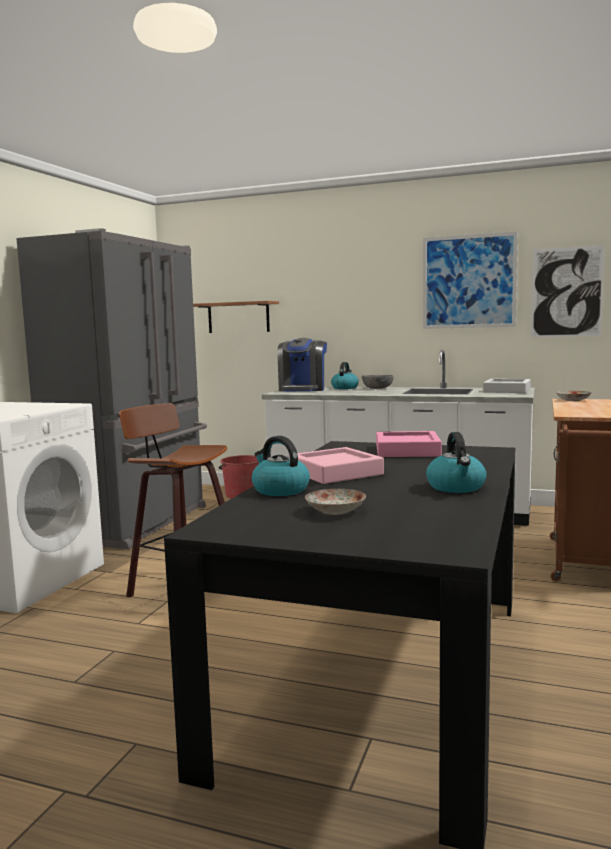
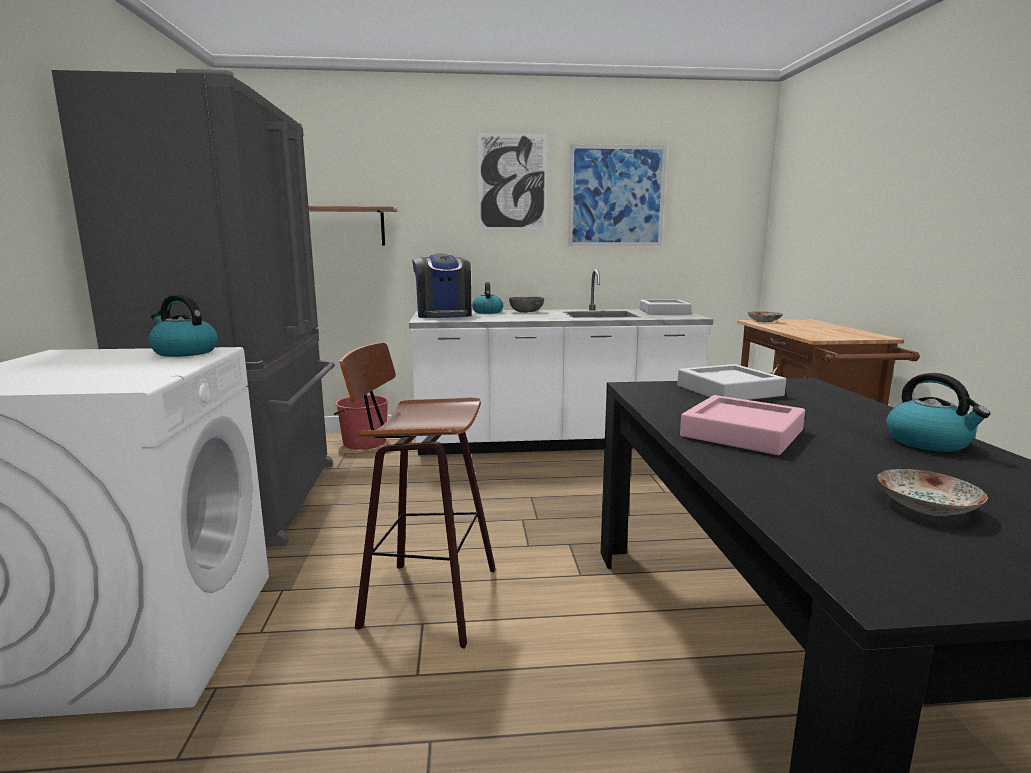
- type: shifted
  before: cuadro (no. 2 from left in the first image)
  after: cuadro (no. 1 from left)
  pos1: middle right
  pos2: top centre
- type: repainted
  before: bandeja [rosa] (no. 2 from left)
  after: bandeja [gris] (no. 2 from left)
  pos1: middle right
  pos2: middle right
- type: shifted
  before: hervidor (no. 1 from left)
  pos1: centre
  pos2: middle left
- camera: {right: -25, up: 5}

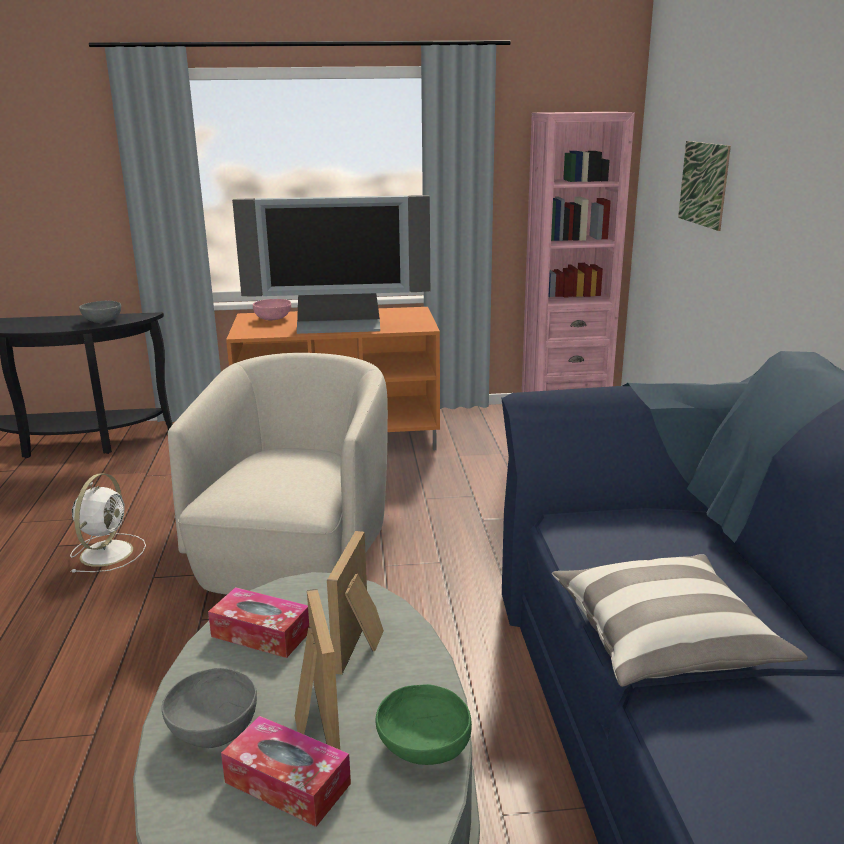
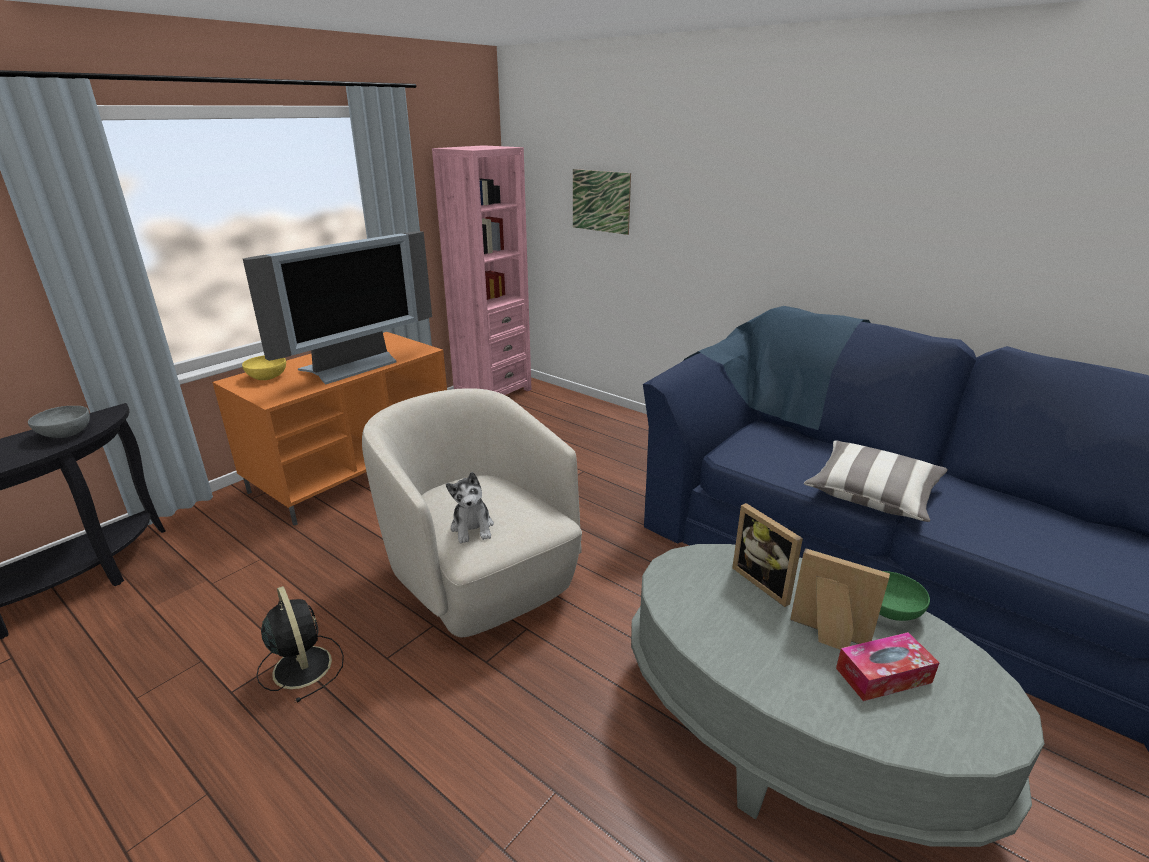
- type: repainted
  before: cuenco [rosa]
  after: cuenco [amarillo]
  pos1: middle left
  pos2: middle left
- type: repainted
  before: ventilador [blanco]
  after: ventilador [negro]
  pos1: middle left
  pos2: bottom left
- type: gone
  before: caja de pañuelos (no. 1 from left)
  pos1: bottom left
- type: gone
  before: cuenco [gris] (no. 2 from left)
  pos1: bottom left
- type: new
  after: peluche
  pos2: centre
- camera: {right: -45, up: 5}

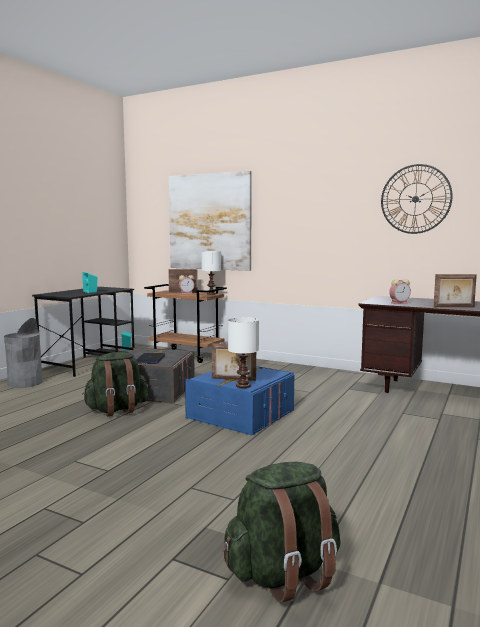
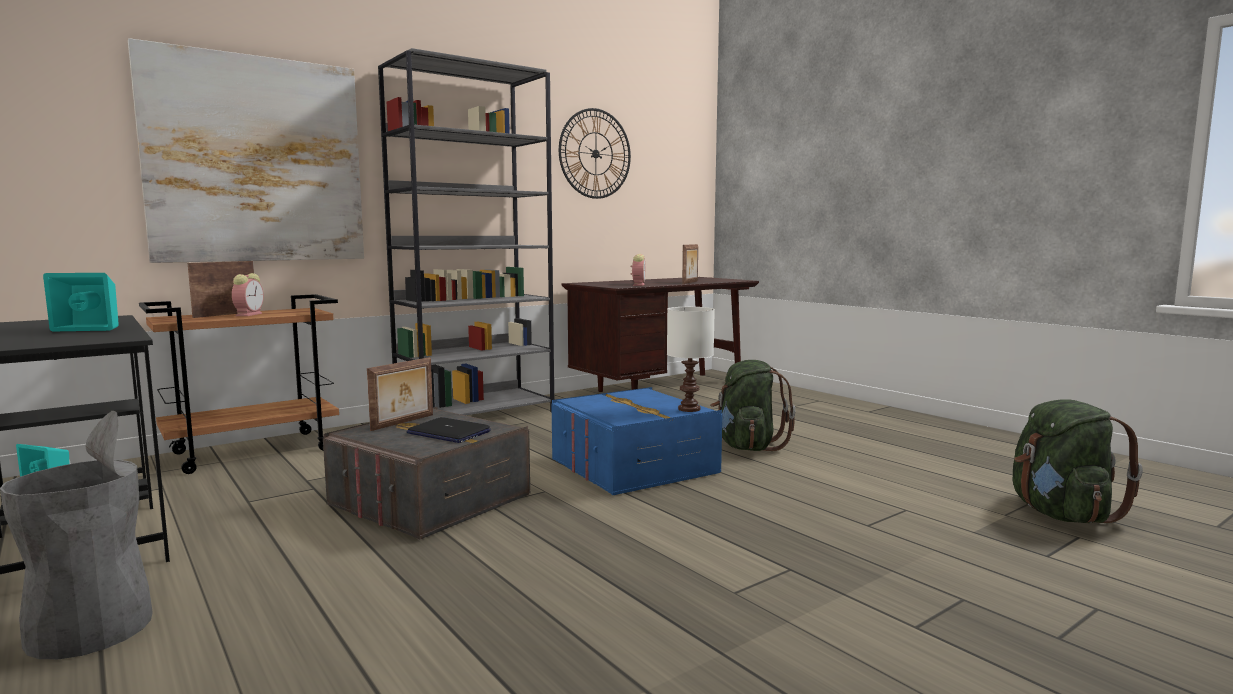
- type: gone
  before: lámpara de mesa [blanco] (no. 1 from left)
  pos1: centre
- type: shifted
  before: portarretratos (no. 2 from left)
  pos1: centre
  pos2: middle left
- type: shifted
  before: mochila [verde] (no. 1 from left)
  pos1: middle left
  pos2: centre
- type: new
  after: estantería [gris]
  pos2: top centre
- camera: {right: -65, up: 0}

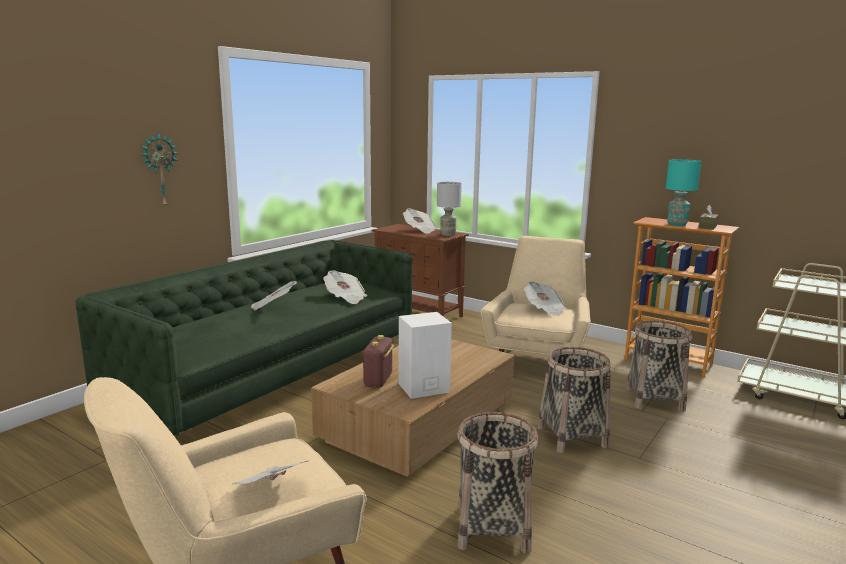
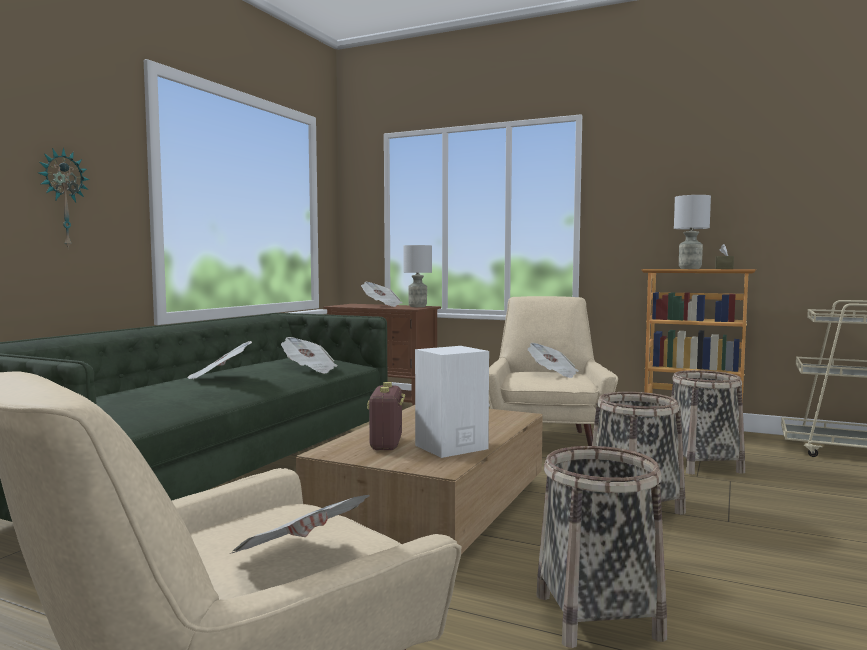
- type: repainted
  before: lámpara de mesa [turquesa]
  after: lámpara de mesa [gris] (no. 2 from left)
  pos1: middle right
  pos2: middle right
- camera: {right: -10, up: -10}

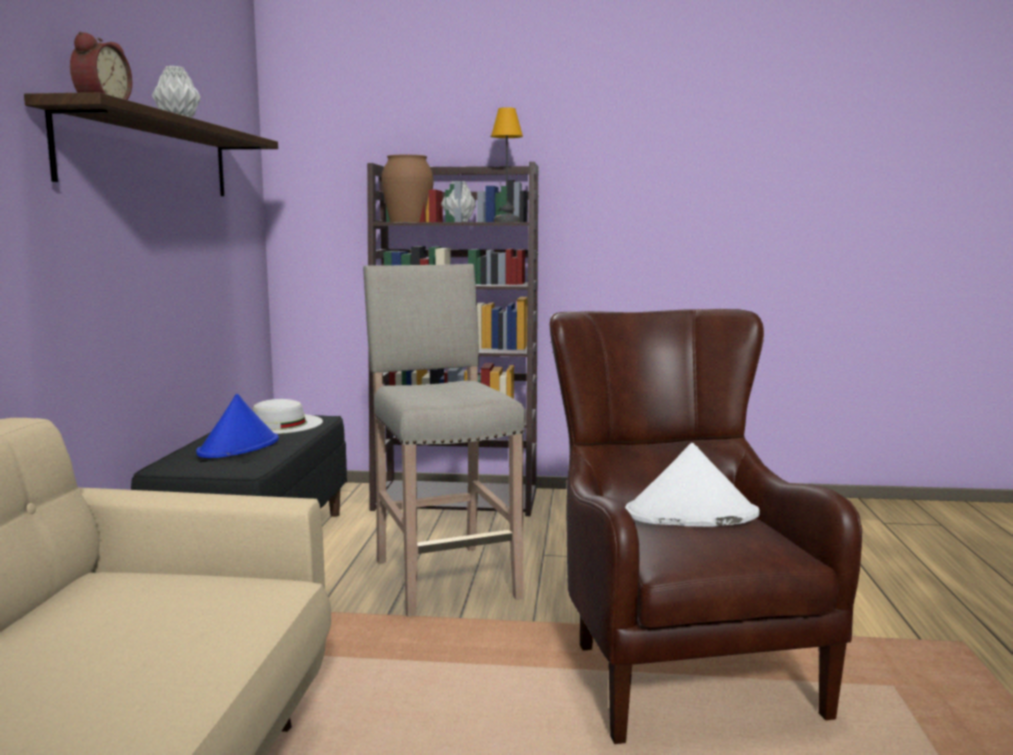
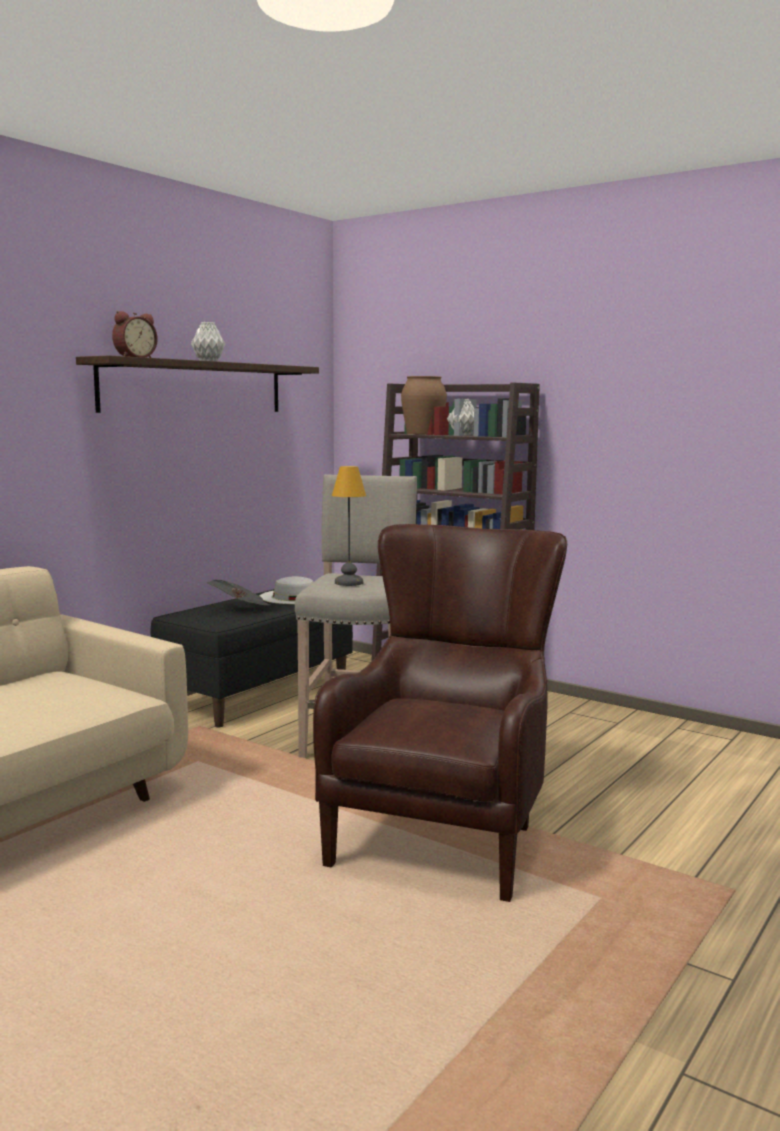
- type: shifted
  before: lámpara de mesa
  pos1: top centre
  pos2: centre
- type: swapped
  before: sombrero [azul]
  after: periódico
  pos1: middle left
  pos2: middle left
- type: gone
  before: sombrero [blanco] (no. 2 from left)
  pos1: middle right
- camera: {right: 30, up: 0}

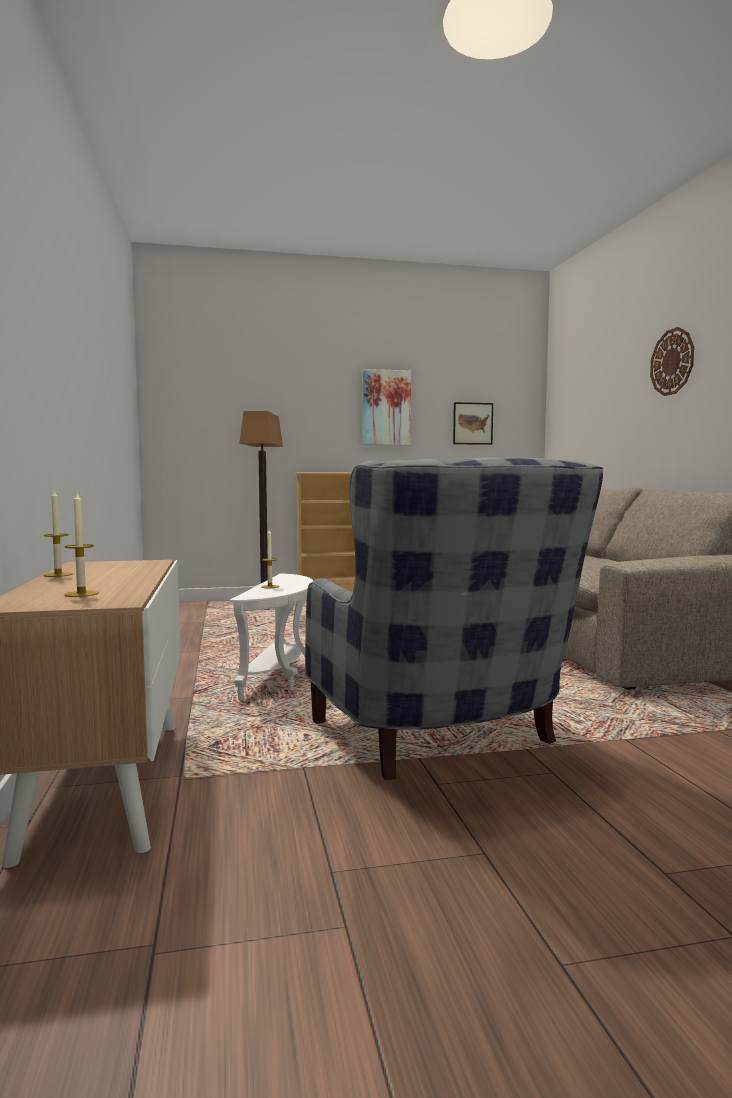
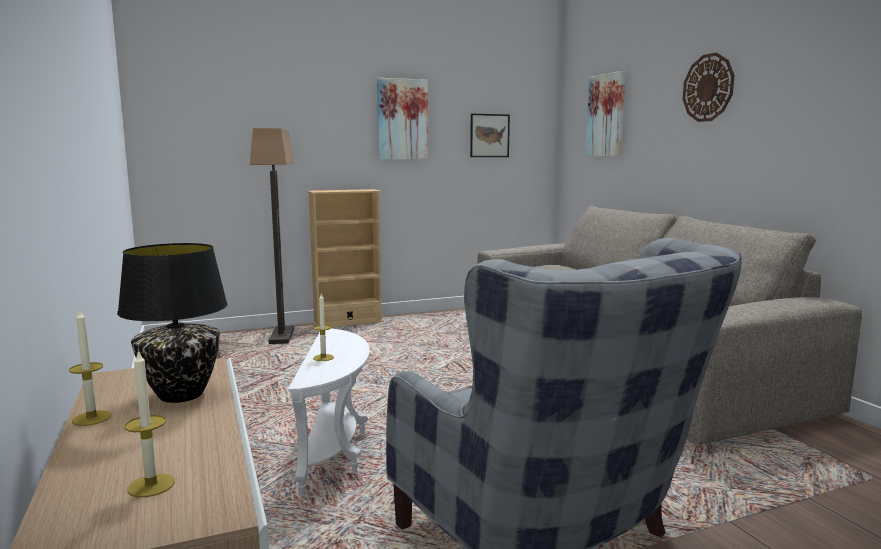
- type: new
  after: cuadro (no. 3 from left)
  pos2: top right
- type: new
  after: lámpara de mesa [negro]
  pos2: middle left
- camera: {right: -10, up: 5}

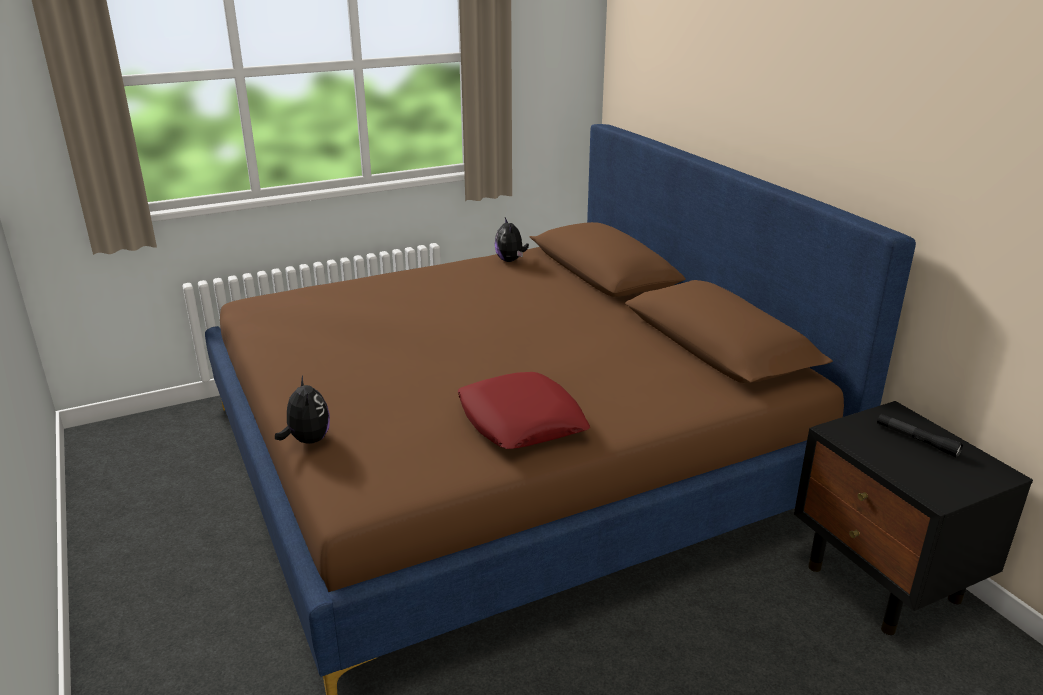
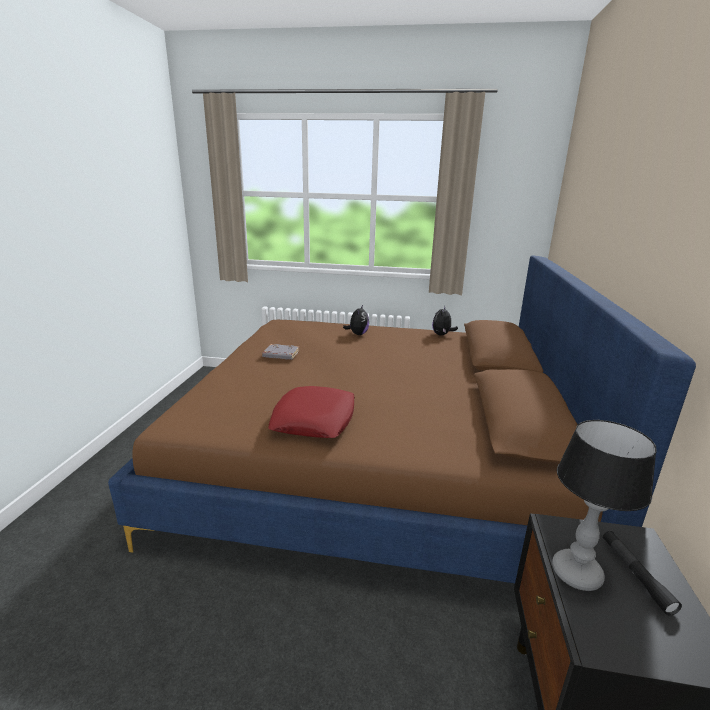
- type: shifted
  before: peluche (no. 1 from left)
  pos1: middle left
  pos2: centre
- type: new
  after: libro [gris]
  pos2: centre
- type: new
  after: lámpara de mesa
  pos2: bottom right
- camera: {right: 35, up: -5}

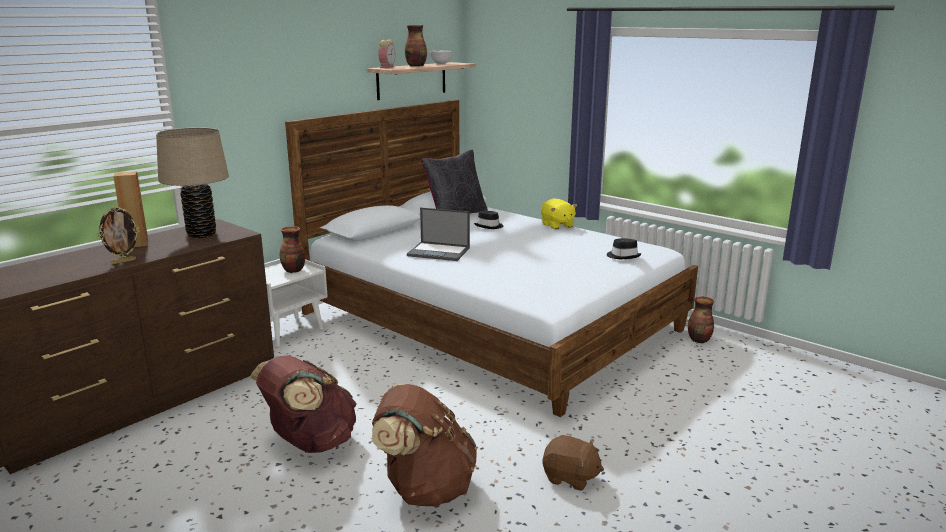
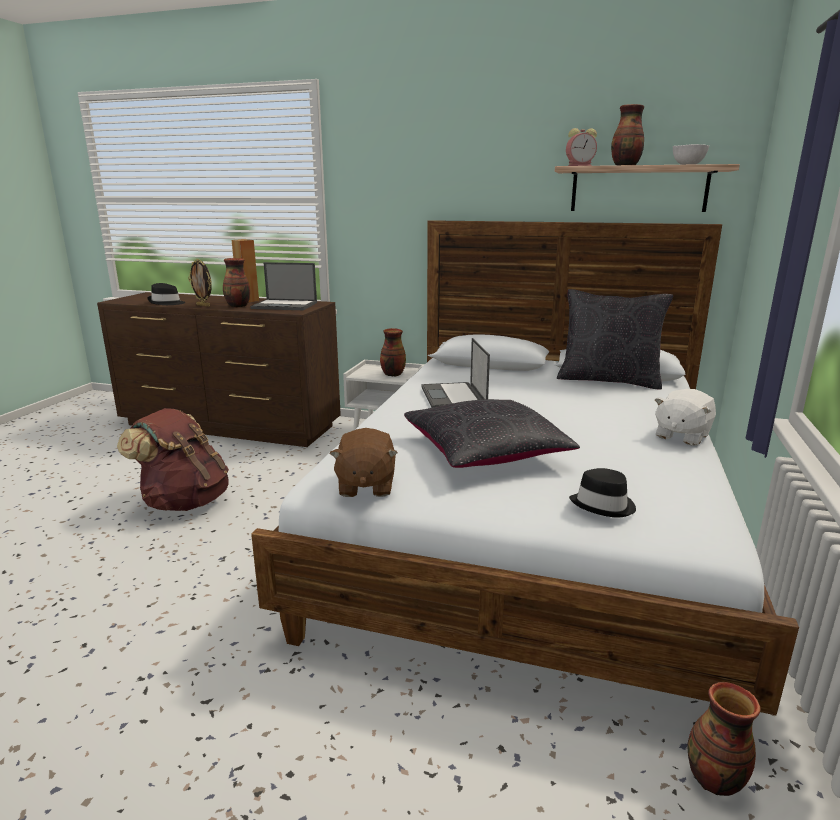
- type: swapped
  before: lámpara de mesa [beis]
  after: portátil (no. 1 from left)
  pos1: middle left
  pos2: centre
- type: repainted
  before: peluche [amarillo]
  after: peluche [blanco]
  pos1: centre
  pos2: middle right
- type: shifted
  before: sombrero [negro] (no. 1 from left)
  pos1: centre
  pos2: middle left
- type: gone
  before: mochila [marrón] (no. 2 from left)
  pos1: bottom centre
- type: shifted
  before: peluche [marrón]
  pos1: bottom centre
  pos2: centre
- type: new
  after: florero (no. 1 from left)
  pos2: middle left
- type: new
  after: cojín [negro] (no. 1 from left)
  pos2: centre
- camera: {right: 65, up: 0}

